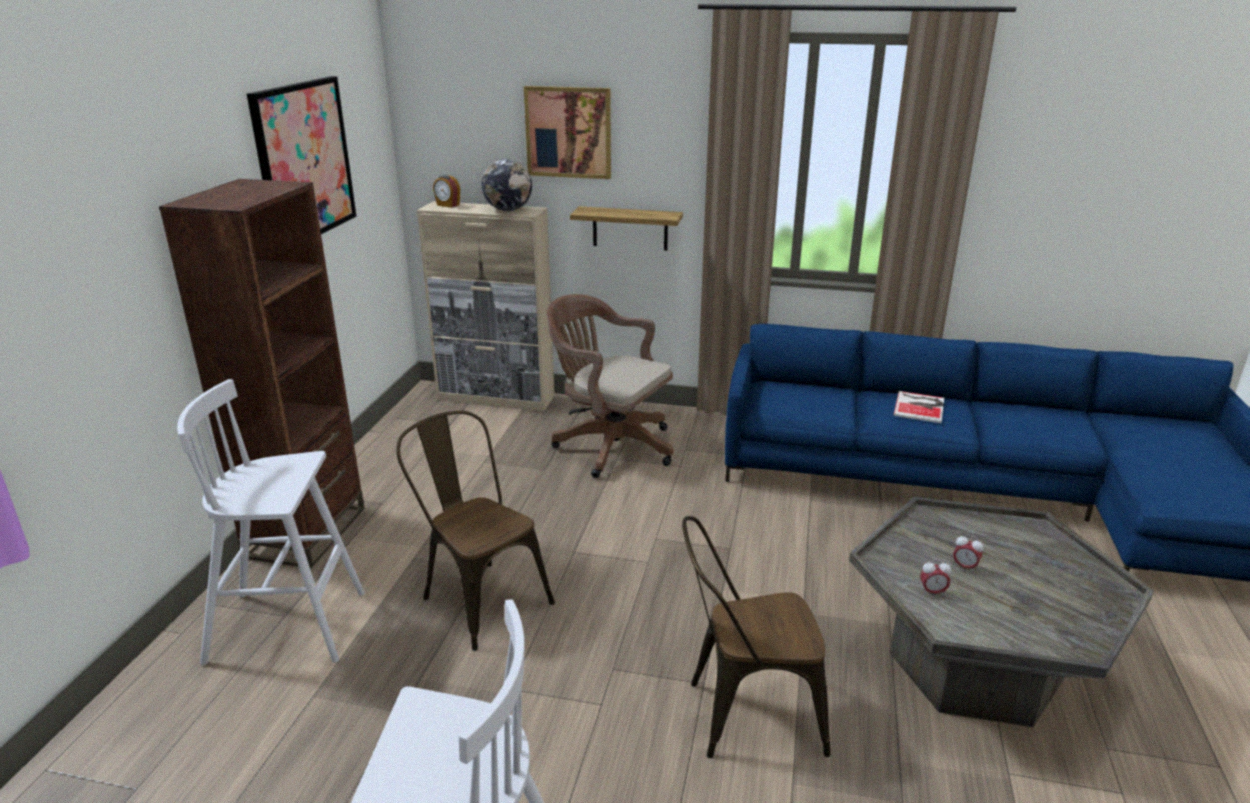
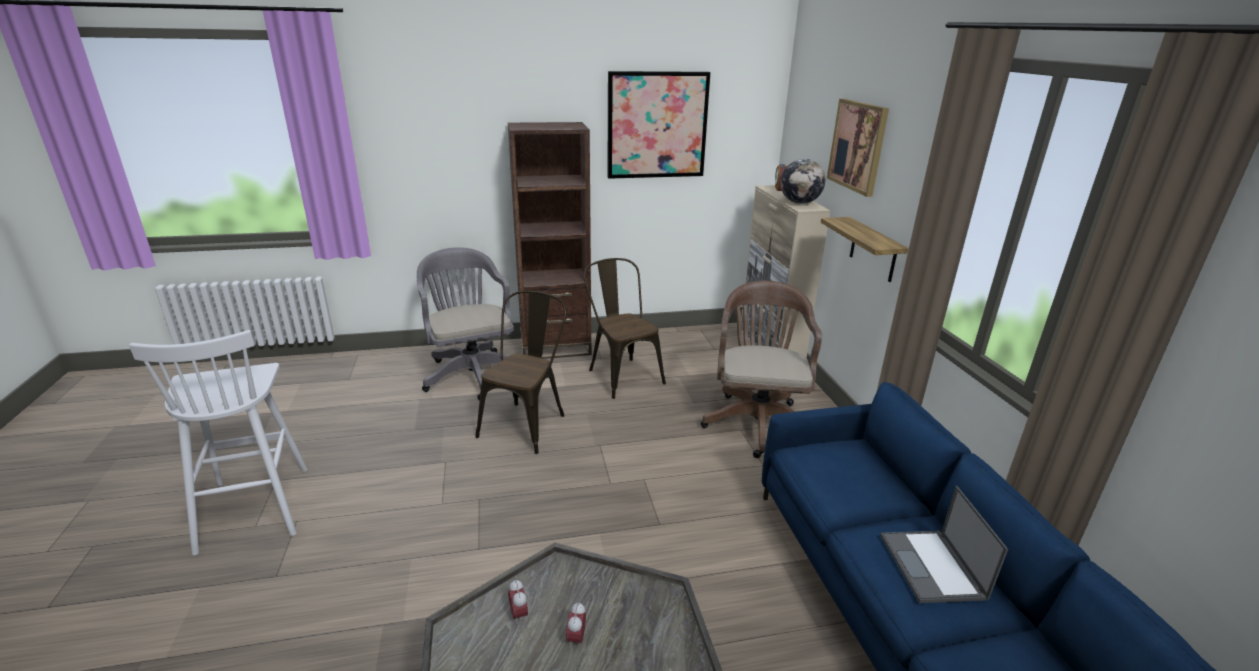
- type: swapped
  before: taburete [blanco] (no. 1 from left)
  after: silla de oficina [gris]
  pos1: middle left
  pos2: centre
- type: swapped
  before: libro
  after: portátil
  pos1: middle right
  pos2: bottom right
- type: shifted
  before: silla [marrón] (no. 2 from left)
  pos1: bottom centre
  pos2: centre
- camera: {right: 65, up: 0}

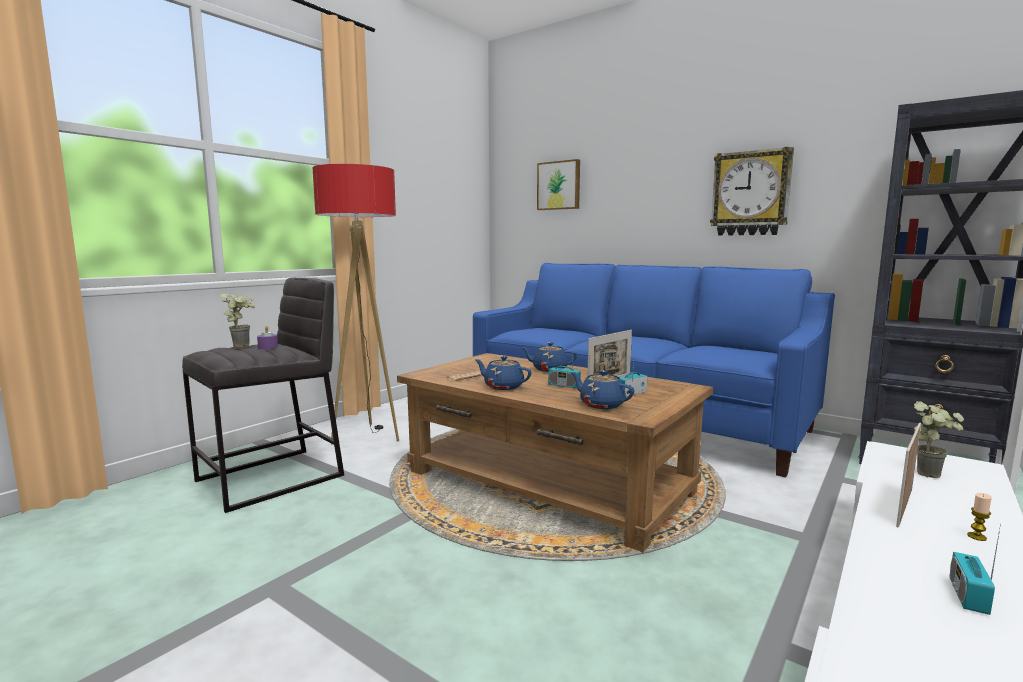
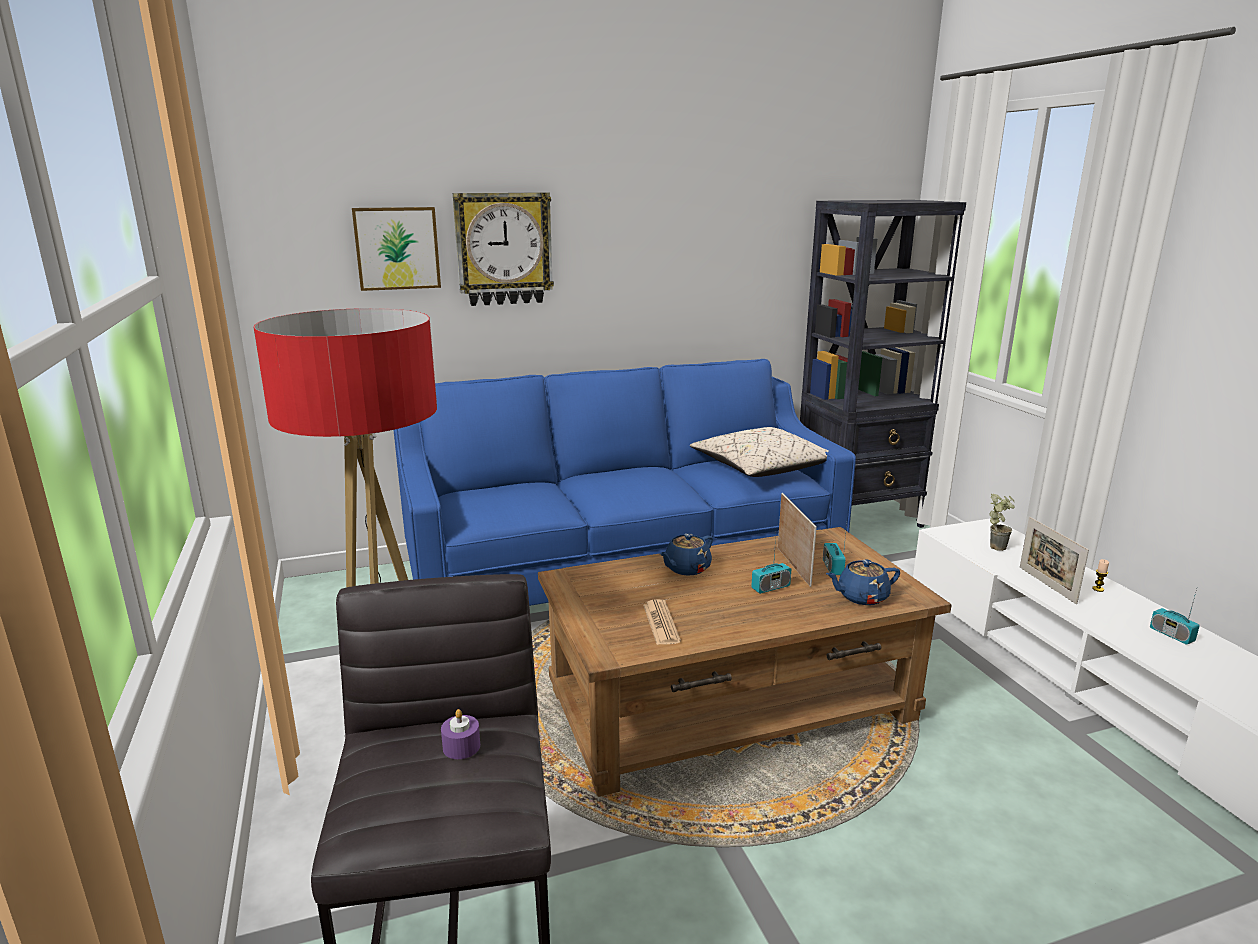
- type: shifted
  before: reloj de pared
  pos1: top right
  pos2: top centre
- type: gone
  before: planta en maceta (no. 1 from left)
  pos1: middle left
- type: gone
  before: tetera [azul] (no. 1 from left)
  pos1: centre
- type: new
  after: cojín [beis]
  pos2: centre
- camera: {right: -55, up: 10}

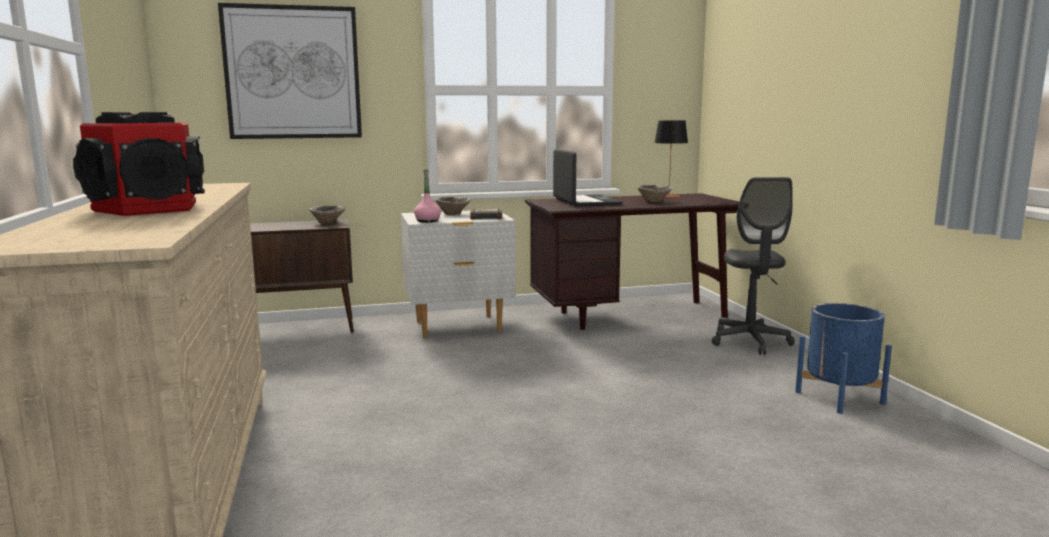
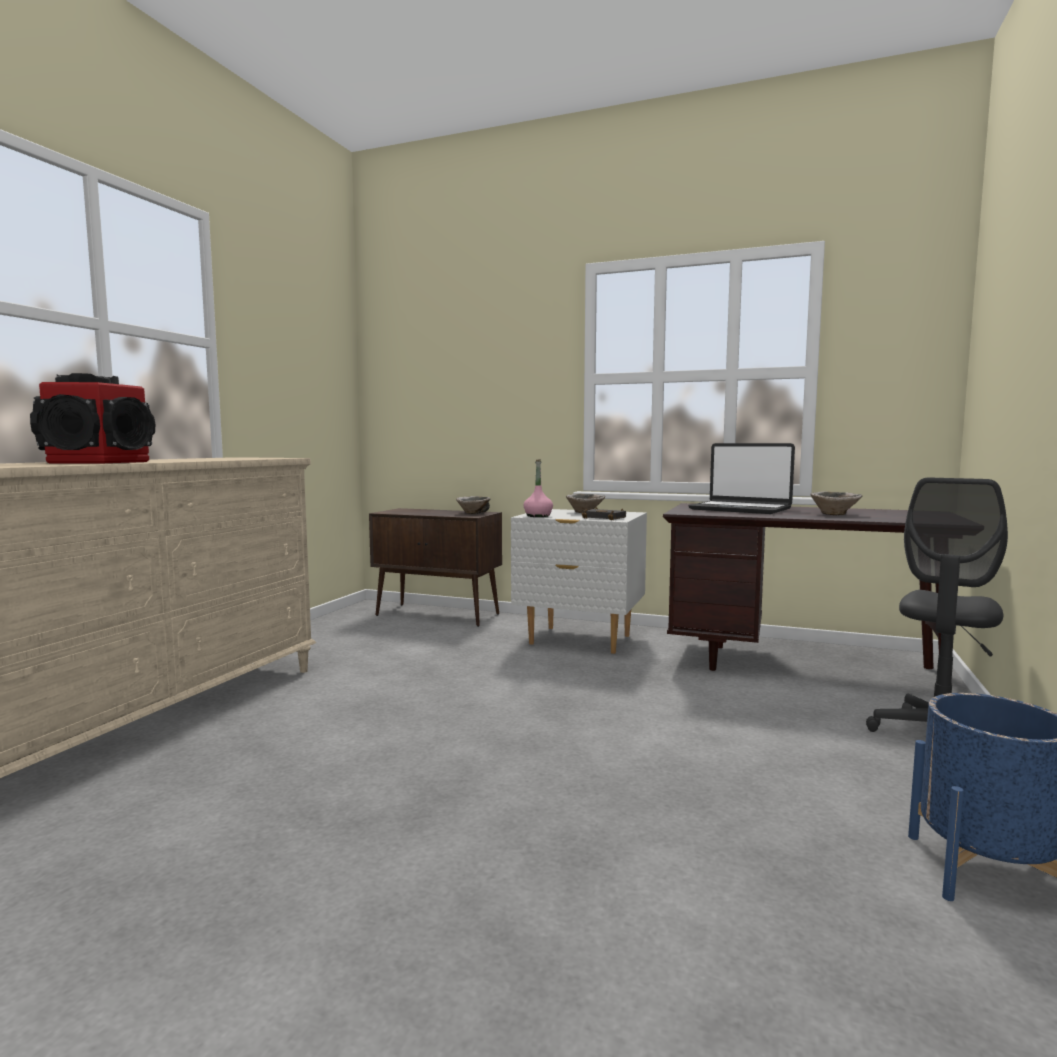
- type: gone
  before: cuadro
  pos1: top left
- type: gone
  before: lámpara de mesa
  pos1: top centre
- type: rotated
  before: portátil
  pos1: top centre
  pos2: middle right
  turn: 105
- camera: {right: 35, up: -5}

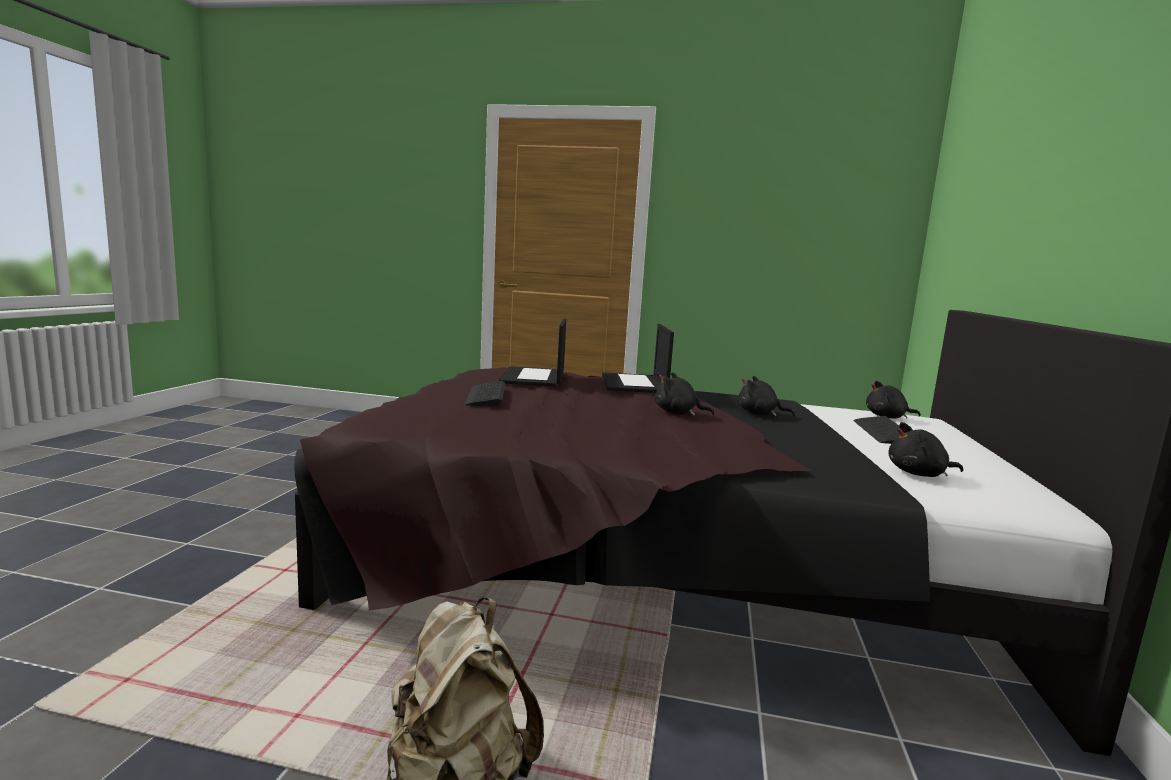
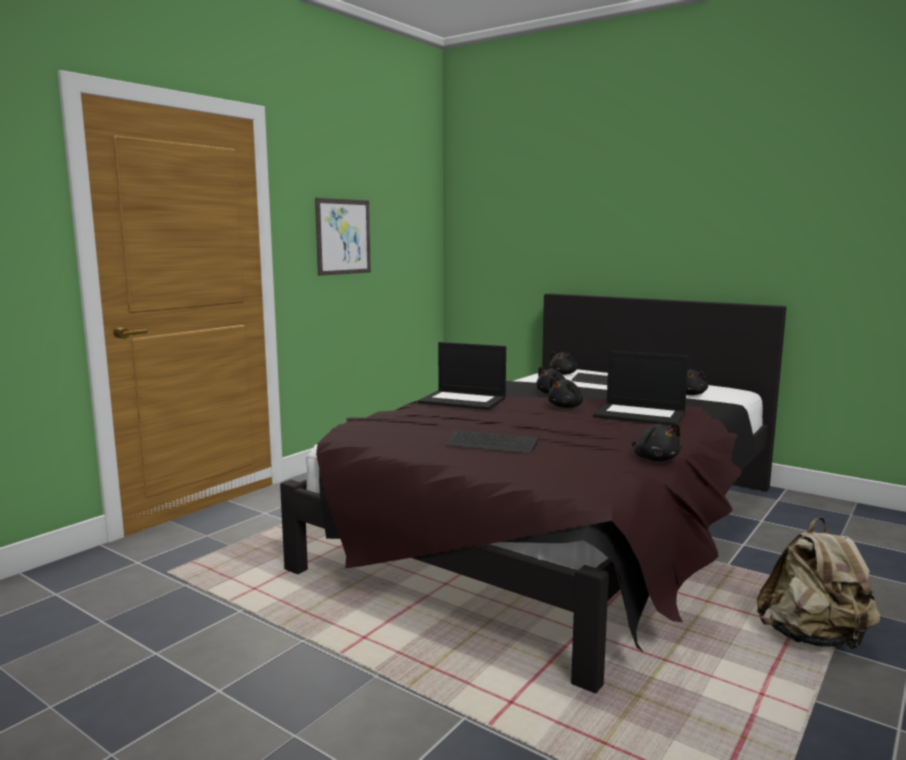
- type: shifted
  before: portátil (no. 1 from left in the first image)
  after: portátil (no. 2 from left)
  pos1: centre
  pos2: middle right
- type: new
  after: cuadro
  pos2: top centre
- type: new
  after: peluche [negro] (no. 4 from left)
  pos2: middle right
- camera: {right: -65, up: 0}

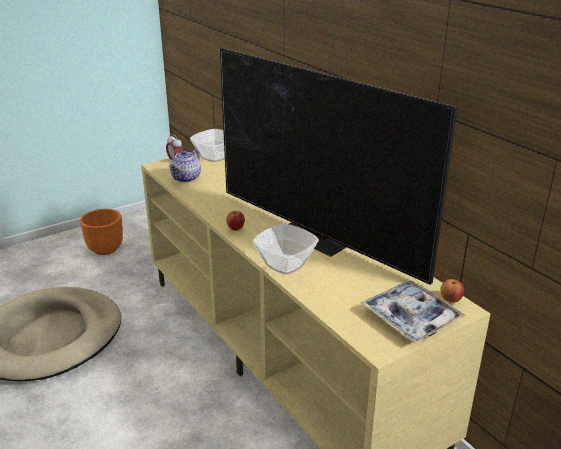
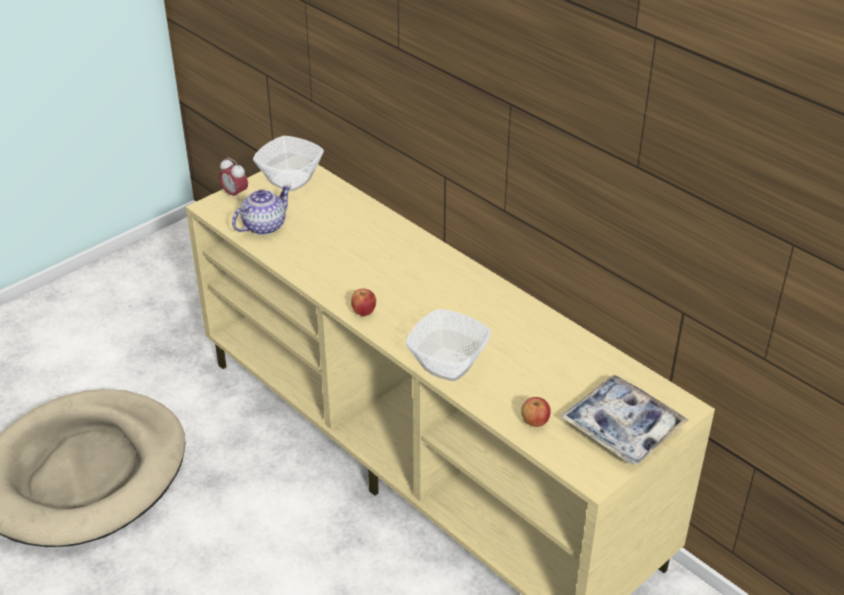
- type: gone
  before: televisor
  pos1: centre
- type: rotated
  before: tetera
  pos1: middle left
  pos2: middle left
  turn: -150
- type: gone
  before: maceta [naranja]
  pos1: middle left
- type: shifted
  before: manzana (no. 2 from left)
  pos1: middle right
  pos2: bottom centre
- camera: {right: -10, up: 10}

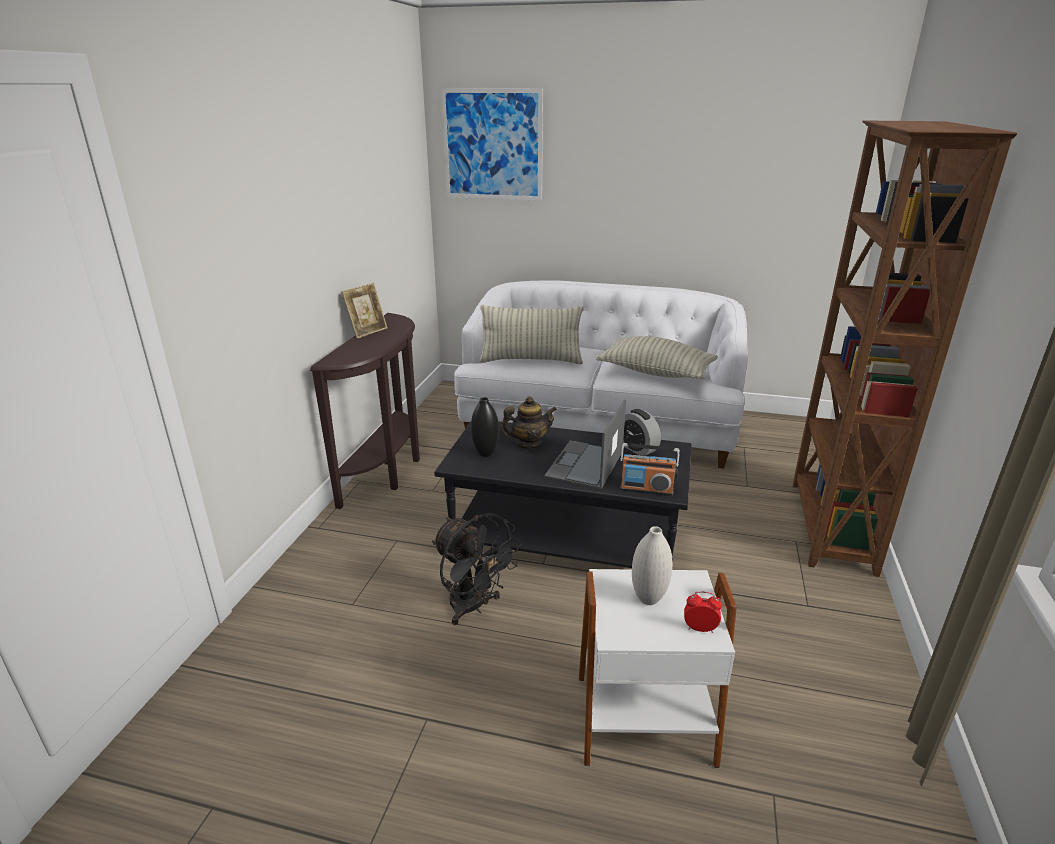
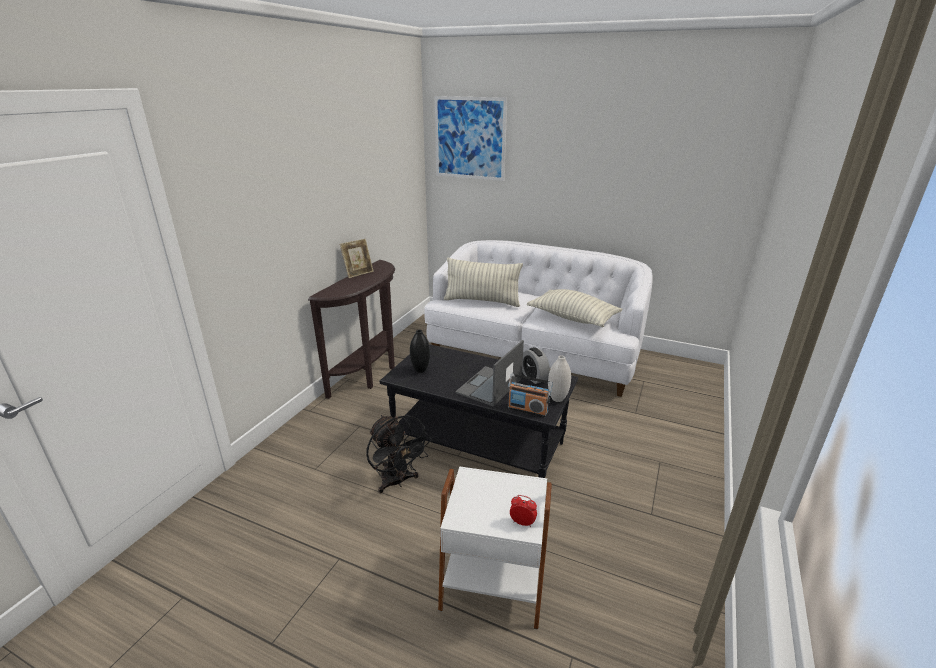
- type: gone
  before: estantería [marrón]
  pos1: middle right
- type: gone
  before: tetera
  pos1: centre
- type: shifted
  before: florero [blanco]
  pos1: bottom centre
  pos2: centre
- camera: {right: 10, up: 0}

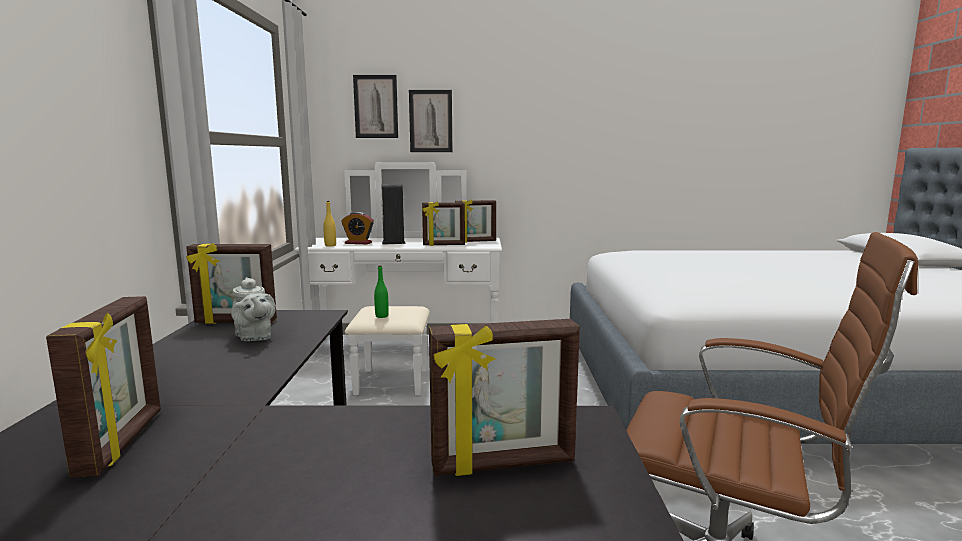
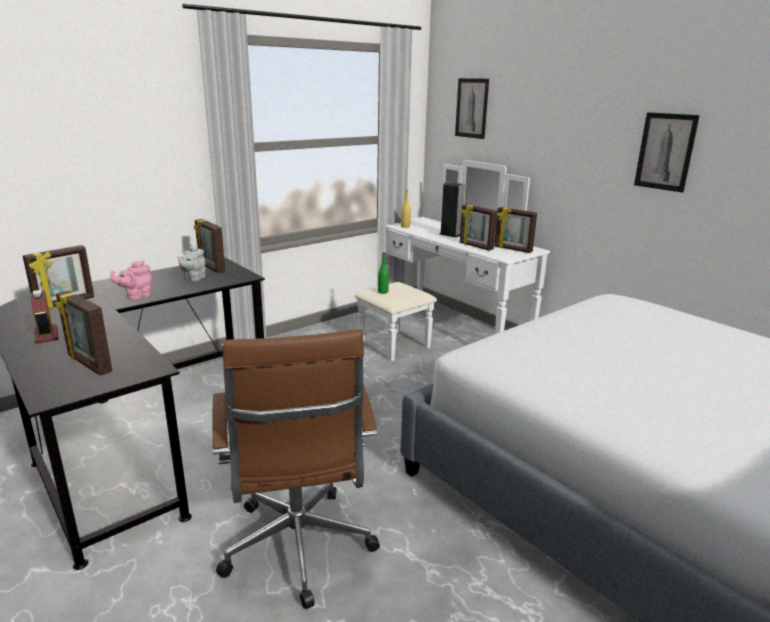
- type: shifted
  before: cuadro (no. 2 from left)
  pos1: top centre
  pos2: top right
- type: shifted
  before: despertador
  pos1: centre
  pos2: middle left
- type: new
  after: tetera [rosa]
  pos2: middle left
- camera: {right: 50, up: 10}

